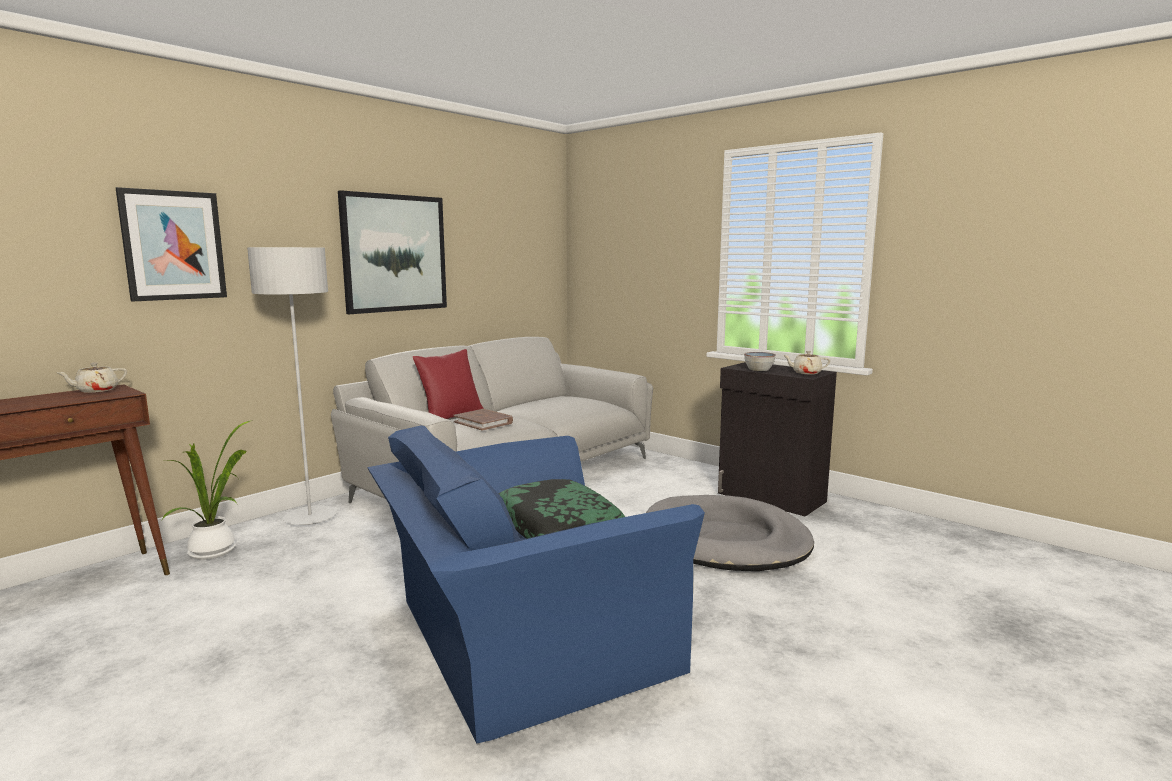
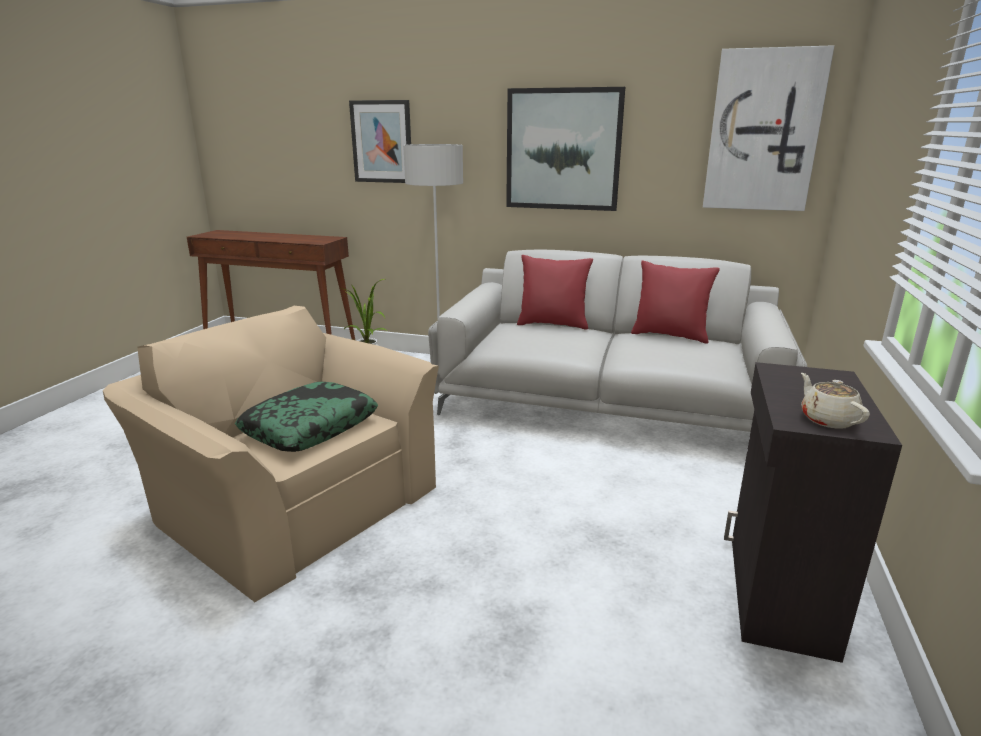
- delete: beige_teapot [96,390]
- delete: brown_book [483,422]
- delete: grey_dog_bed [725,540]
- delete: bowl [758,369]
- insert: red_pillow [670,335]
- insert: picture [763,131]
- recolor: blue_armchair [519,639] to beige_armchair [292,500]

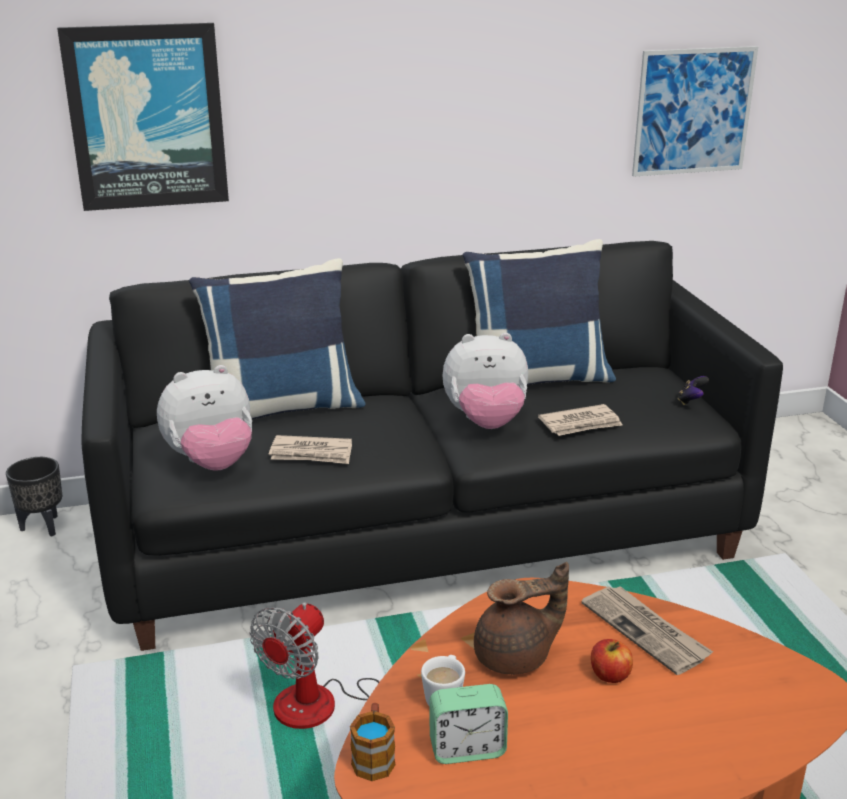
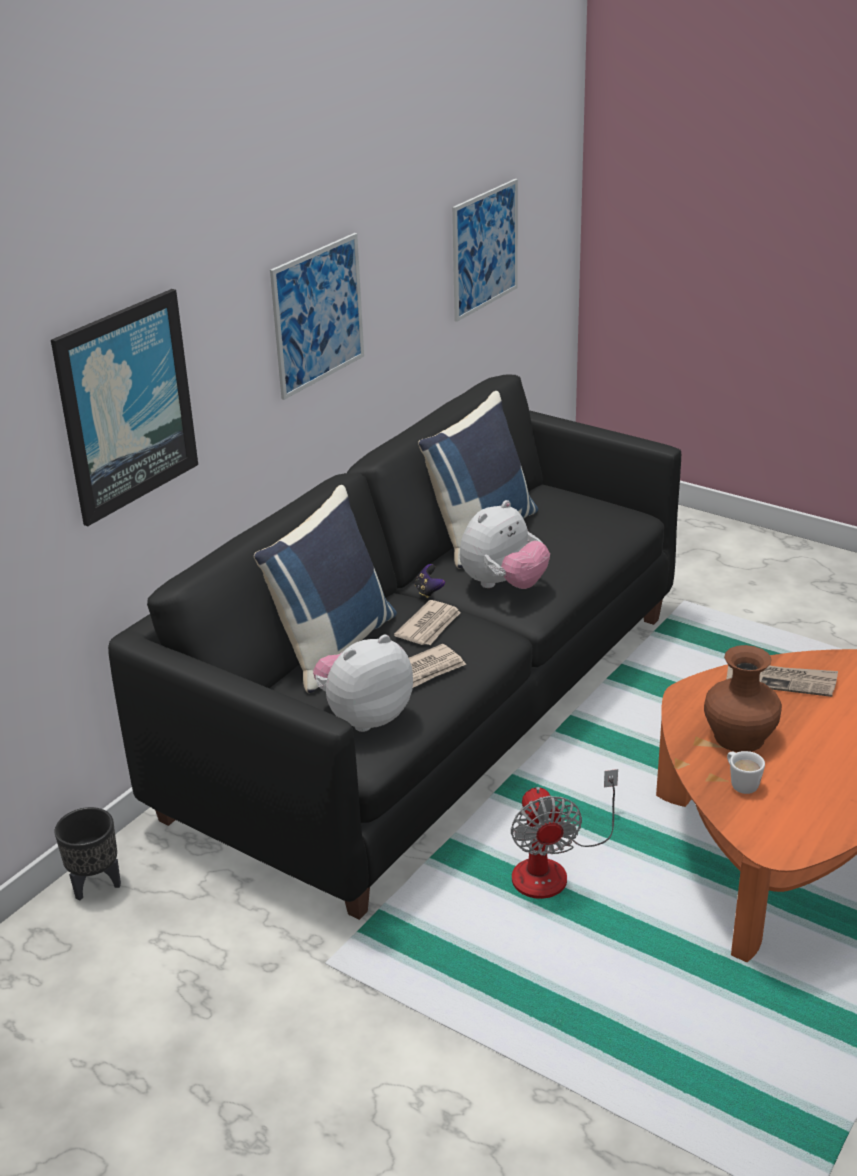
- delete: mug [374,756]
- delete: alarm_clock [467,749]
- delete: apple [609,675]
- insert: picture [318,315]
- move: newspaper [581,424] to [429,626]
- move: game_controller [691,401] to [428,592]
- replace: brown_teapot [516,657] to brown_vase [740,737]
- rotate: plush_toy [212,463] = [364,716] 150 degrees counterclockwise

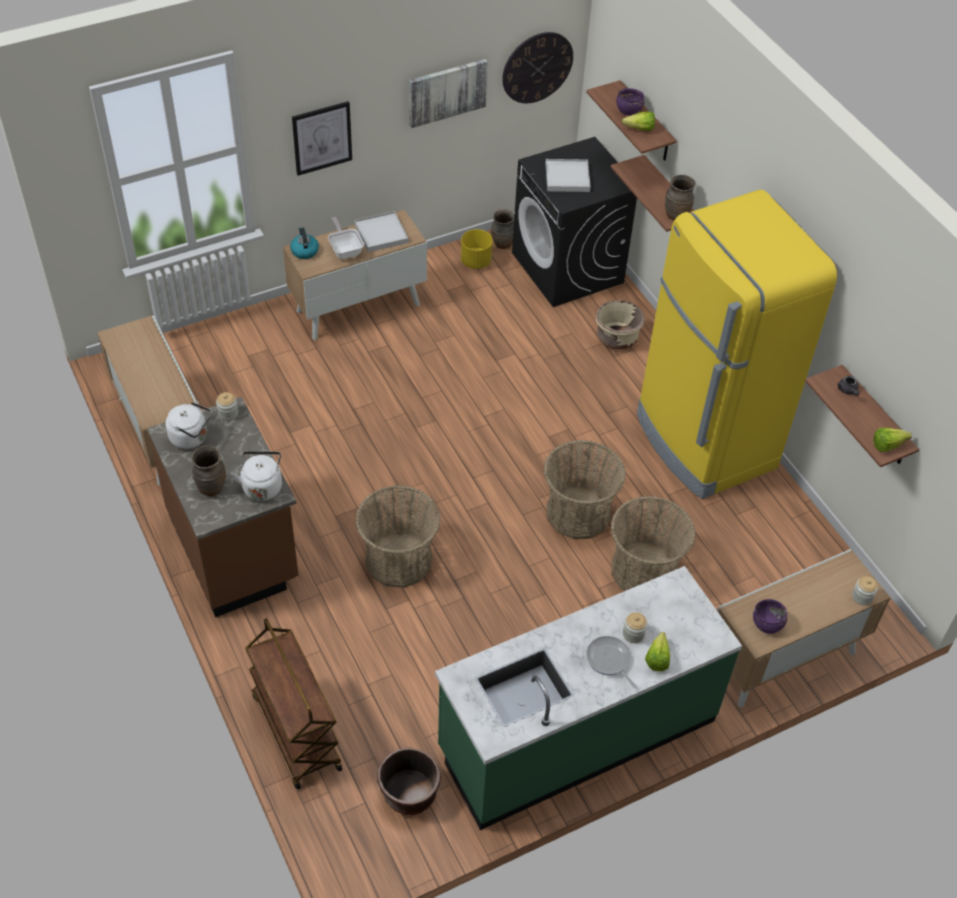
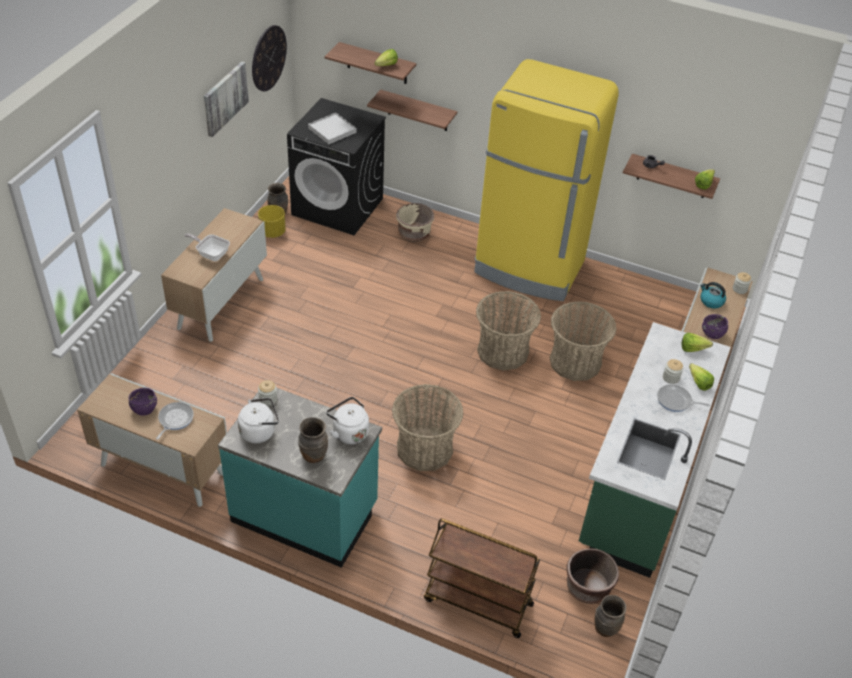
- delete: picture [322,138]
- delete: white_tray [381,234]
- insert: frying_pan [174,419]
- insert: lettuce [695,349]
- move: kettle [304,251] to [711,301]
- move: purple_bowl [629,110] to [144,409]
- move: brown_vase [676,215] to [605,628]
- recolor: brown_counter [235,548] to turquoise_counter [305,512]

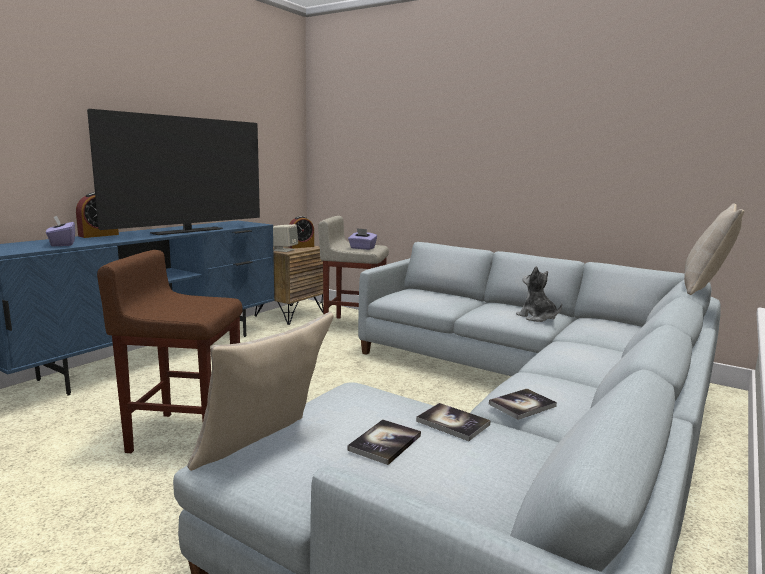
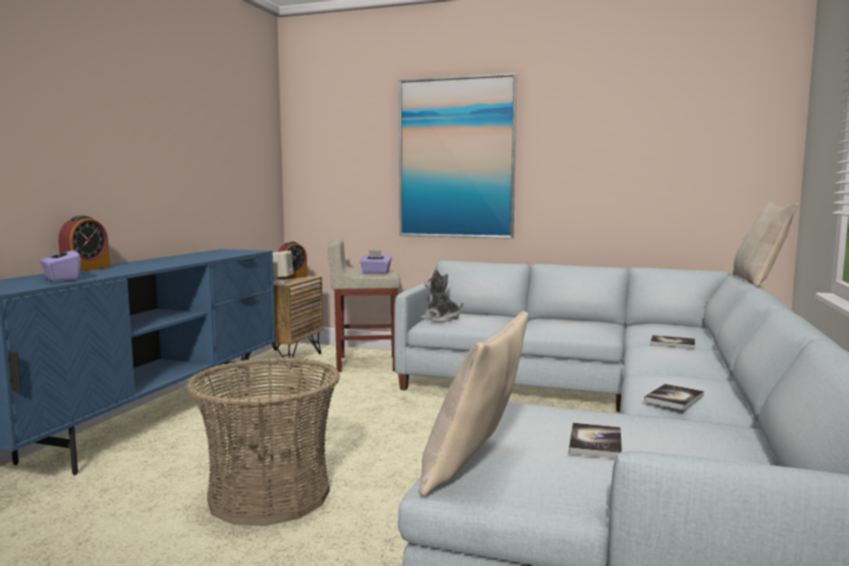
- delete: television [188,231]
- insert: picture [456,158]
- move: book [453,423] to [672,343]
- move: plush_toy [537,317] to [441,319]
- replace: brown_stool [185,435] to basket [269,495]

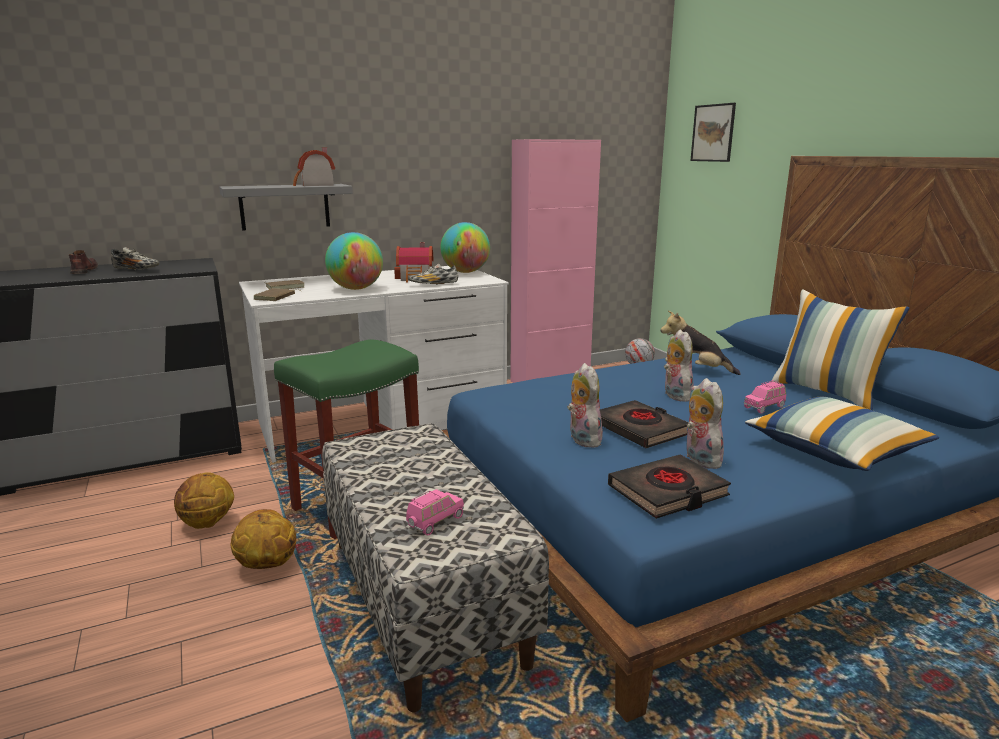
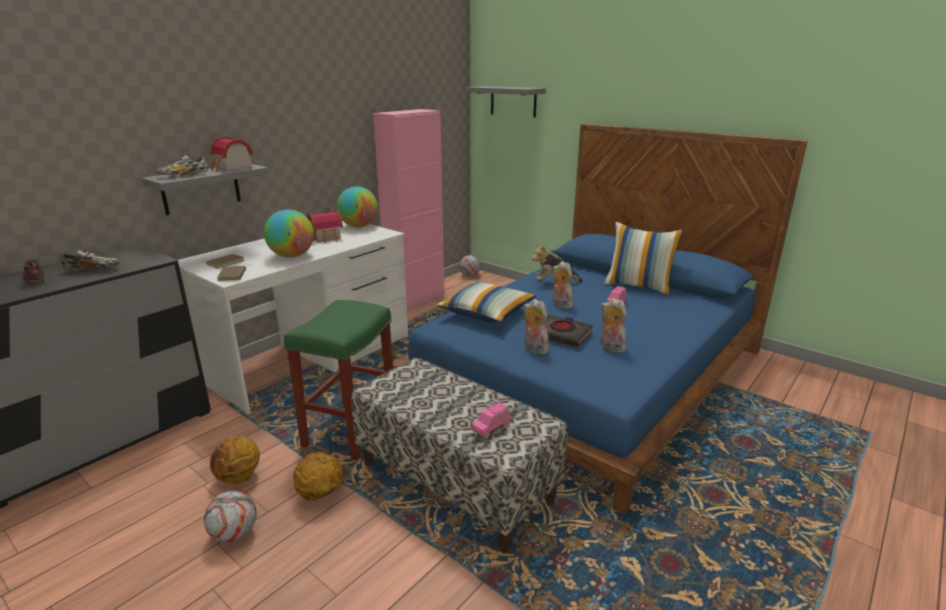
- delete: black_book [668,492]
- insert: football [234,534]
- move: shoe [433,284] to [184,175]
- move: pillow [835,451] to [487,313]
- replace: picture [713,133] to grey_shelf [513,101]
- rotate: pink_toy_car [435,522] = [491,428] 150 degrees counterclockwise

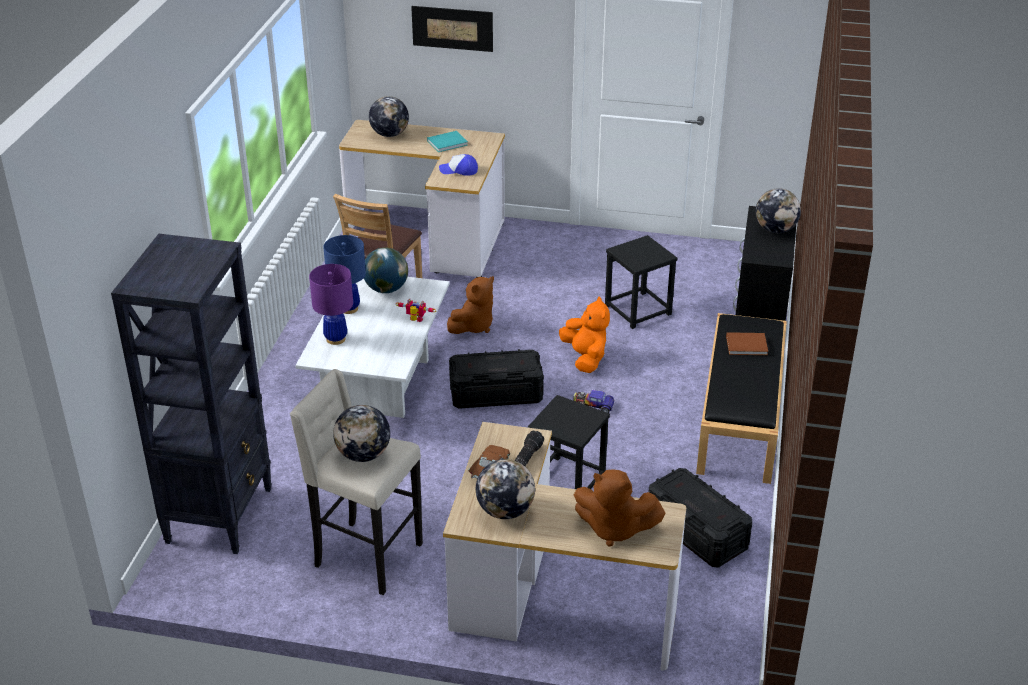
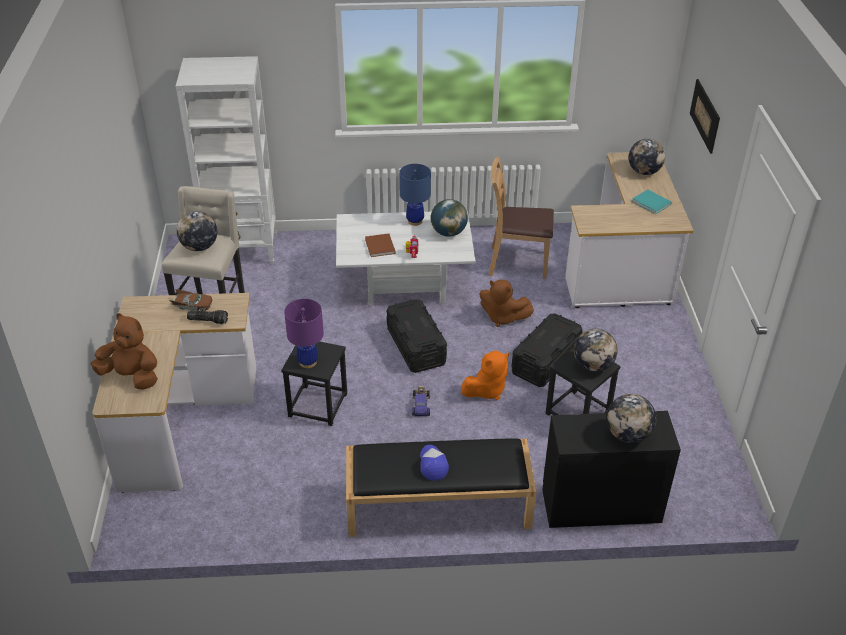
- move: purple_table_lamp [336,339] to [308,362]
- move: cap [459,170] to [432,464]
- move: globe [505,511] to [593,365]
- move: black_storage_box [696,532] to [546,361]
- move: brown_book [748,345] to [380,247]
- recolor: black_bookcase [220,514] to white_bookcase [243,250]
- rotate: brown_plush_toy [614,529] = [131,376] 105 degrees clockwise

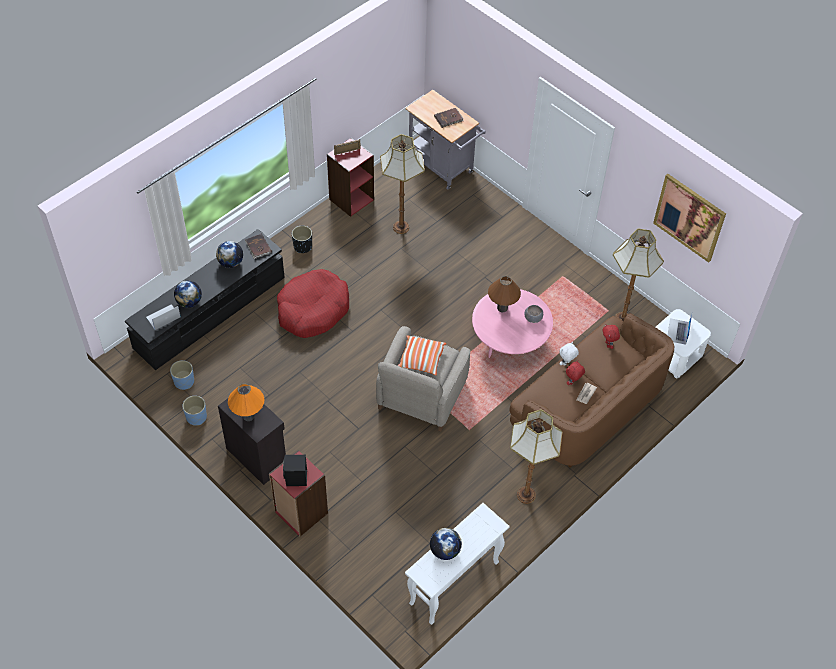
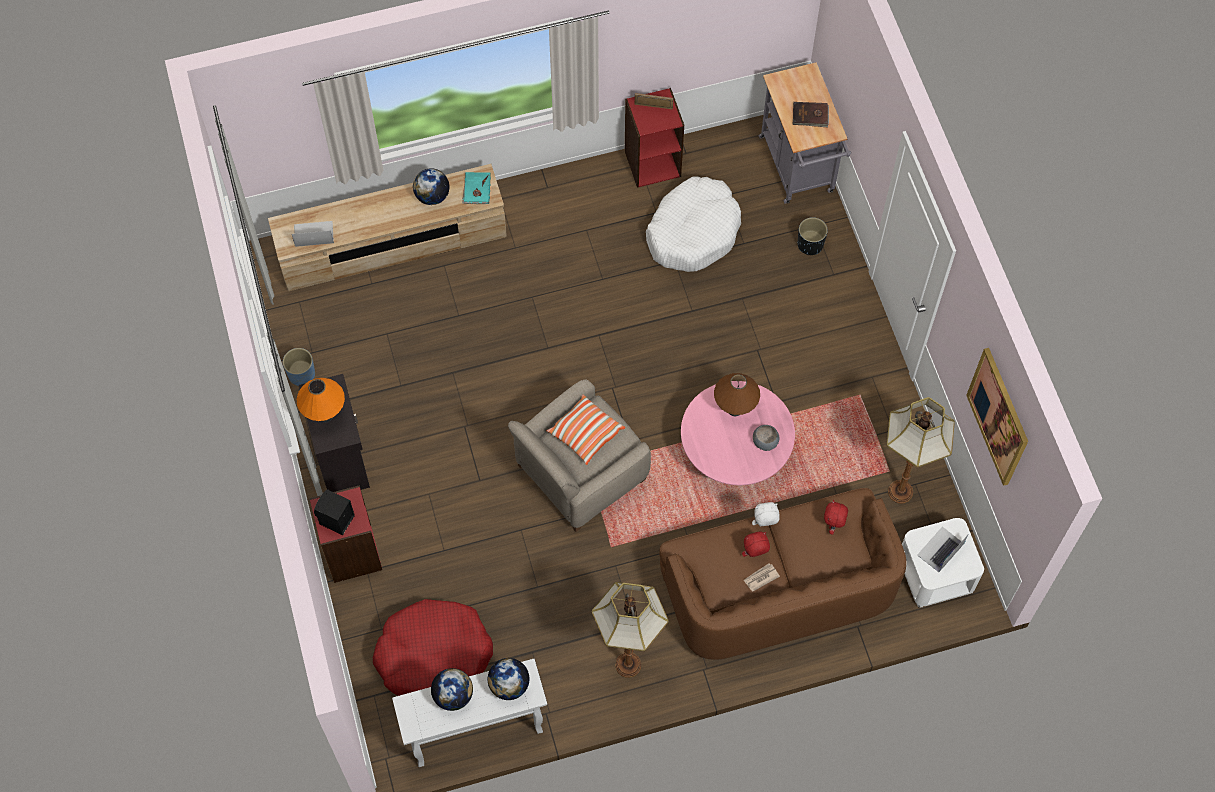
- delete: blue_planter [184,381]
- move: globe [189,302] to [509,685]
- move: red_dog_bed [312,310] to [433,654]
- move: black_planter [303,246] to [810,244]
- replace: floor_lamp [401,227] to white_dog_bed [693,231]
- recolor: black_tv_stand [210,312] to beige_tv_stand [392,244]
- recolor: brown_book [258,247] to turquoise_book [476,189]

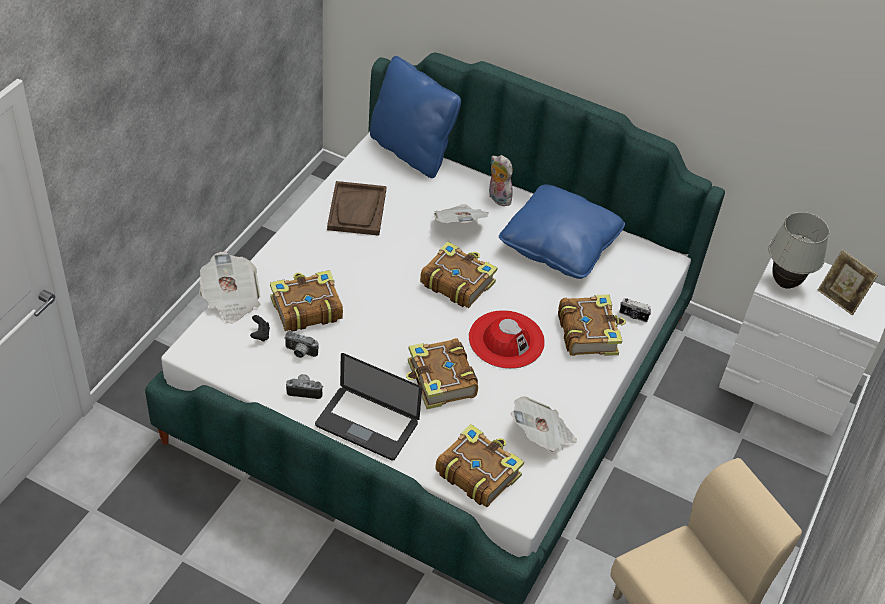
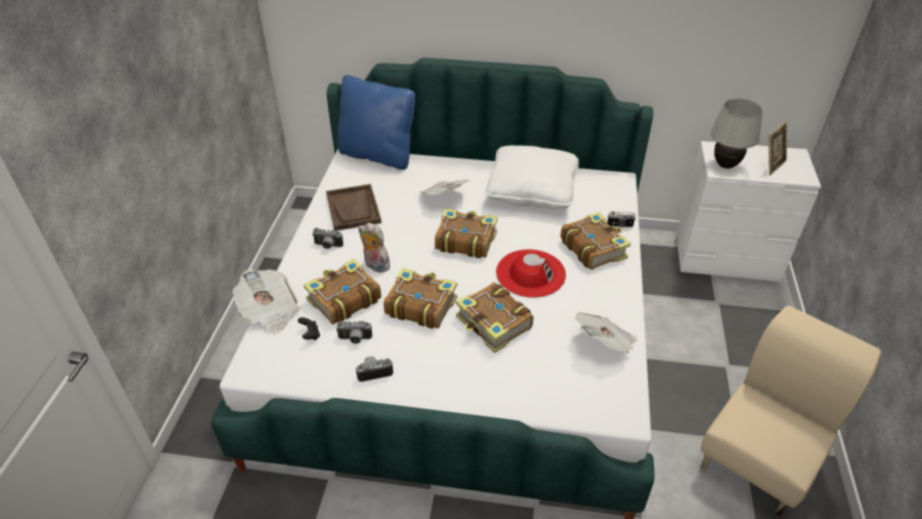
- delete: laptop [367,424]
- insert: photo_camera [327,246]
- move: book [477,472] to [420,305]
- move: plush_toy [497,198] to [375,266]
- recolor: blue_pillow [559,245] to white_pillow [531,190]
- rotate: picture_frame [839,299] = [771,165] 75 degrees counterclockwise

